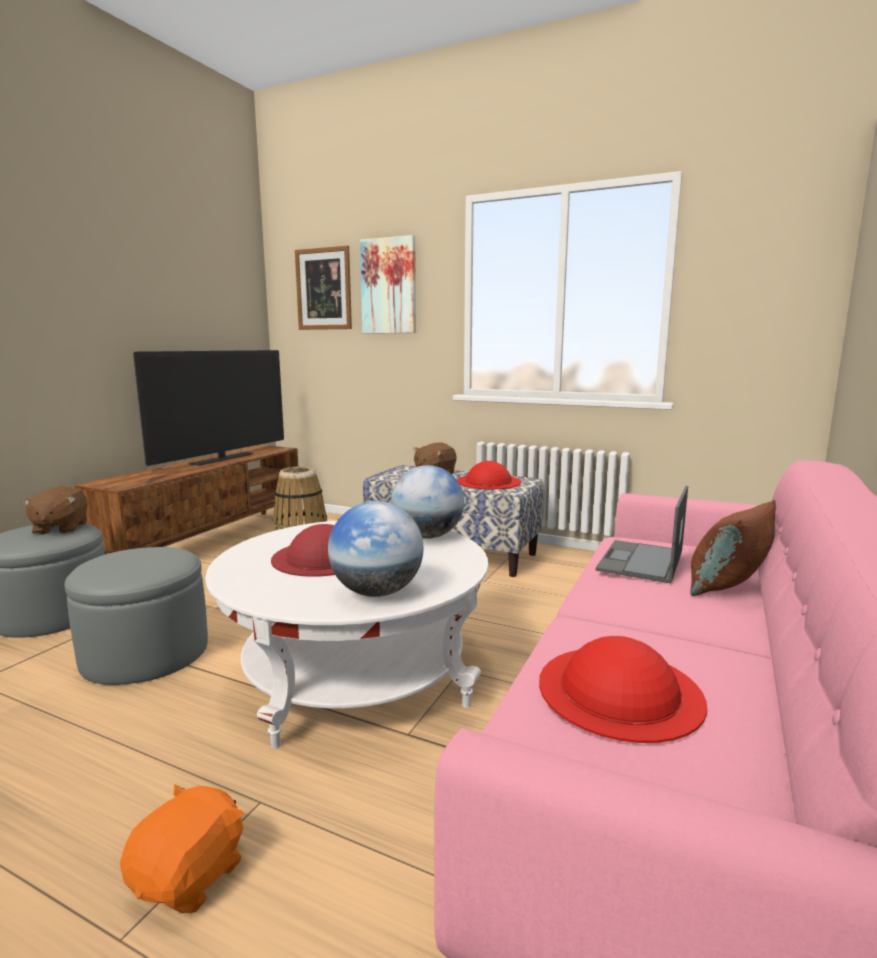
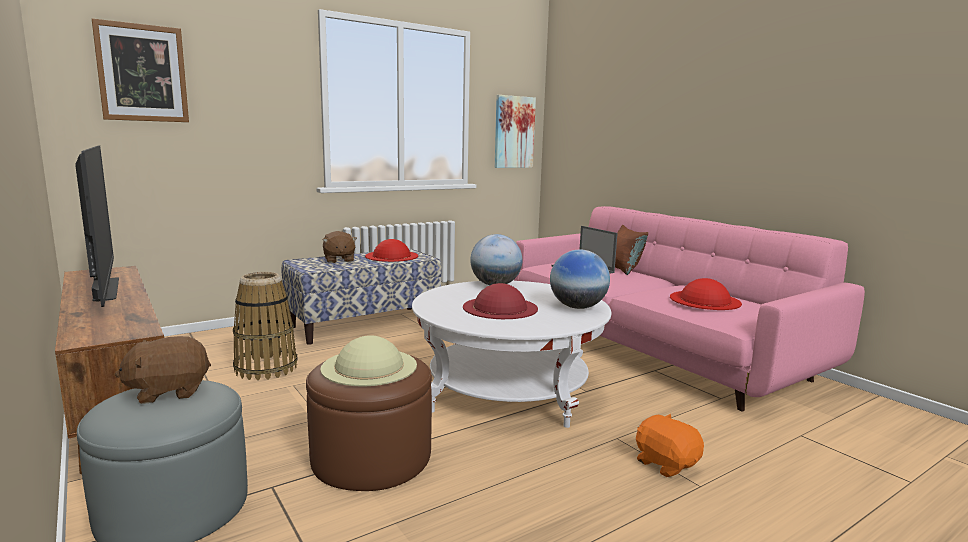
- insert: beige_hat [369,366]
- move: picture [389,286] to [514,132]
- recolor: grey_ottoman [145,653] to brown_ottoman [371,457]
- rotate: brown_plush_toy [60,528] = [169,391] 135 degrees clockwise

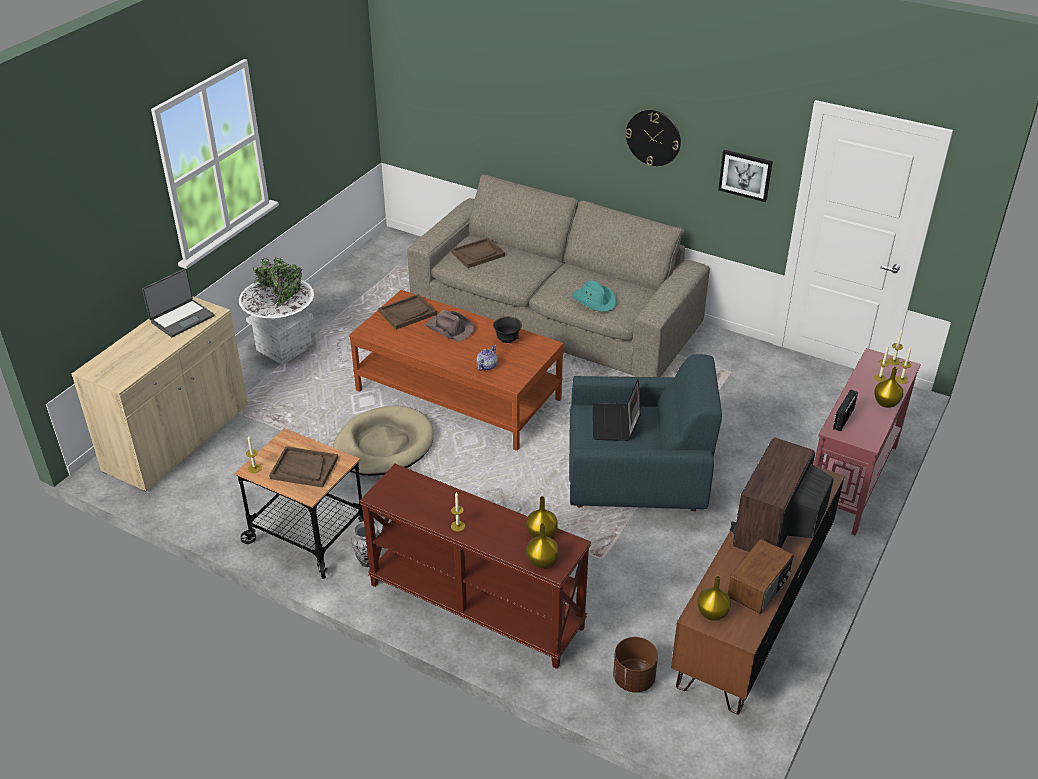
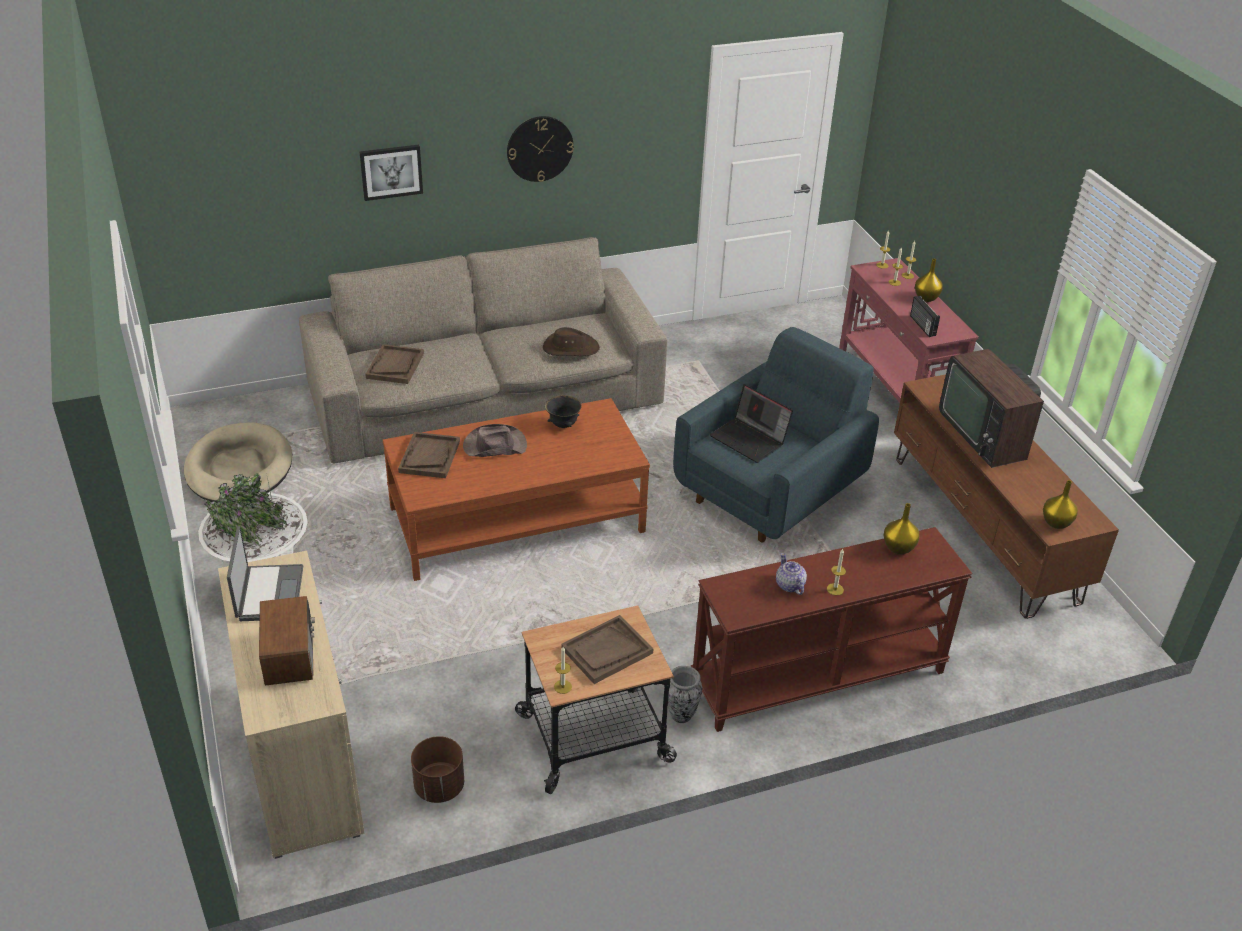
- delete: yellow_vase [541,561]
- move: beige_dog_bed [383,445] to [239,469]
- move: teapot [486,366] to [789,585]
- move: brown_planter [633,679] to [439,787]
- move: picture [745,175] to [391,171]
- move: radio [759,587] to [290,654]
- recolor: turquoise_hat [594,300] to brown_hat [570,348]

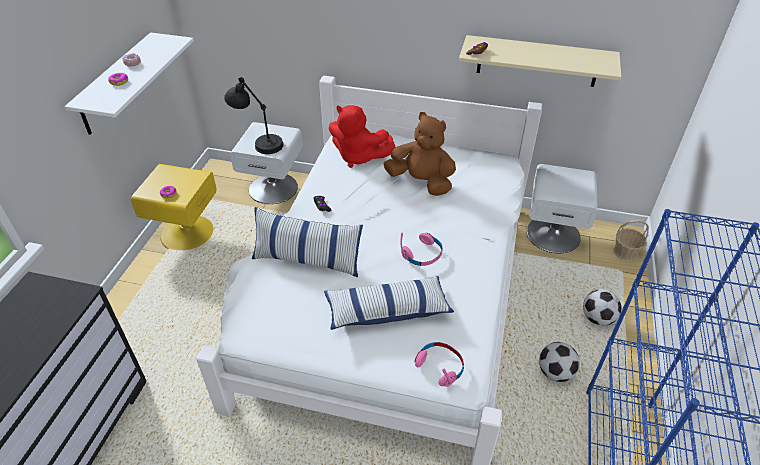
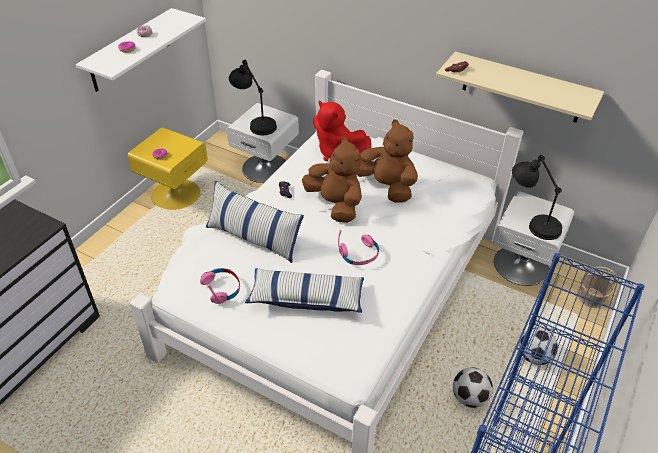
- insert: brown_plush_toy [335,205]
- insert: black_table_lamp [531,222]
- move: pink_headphones [440,366] to [222,288]

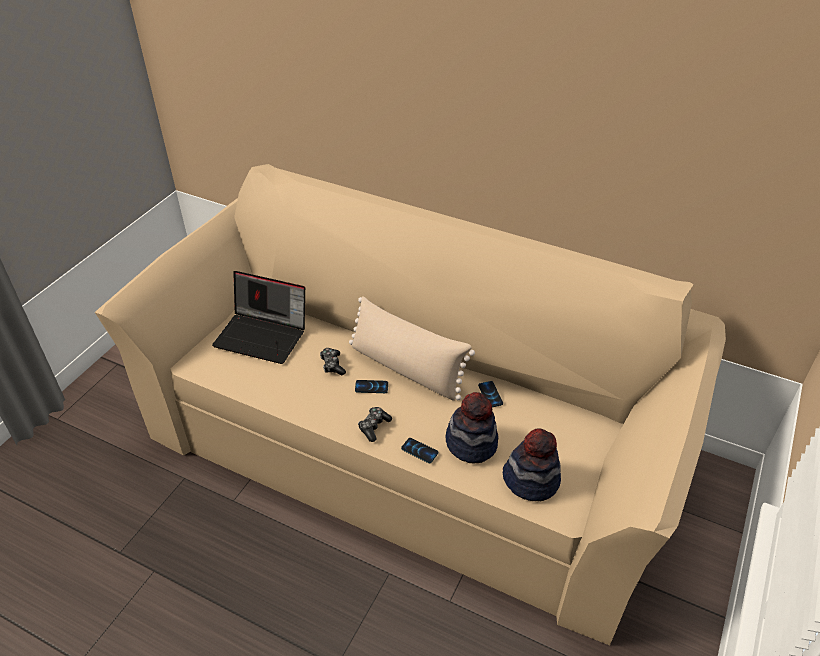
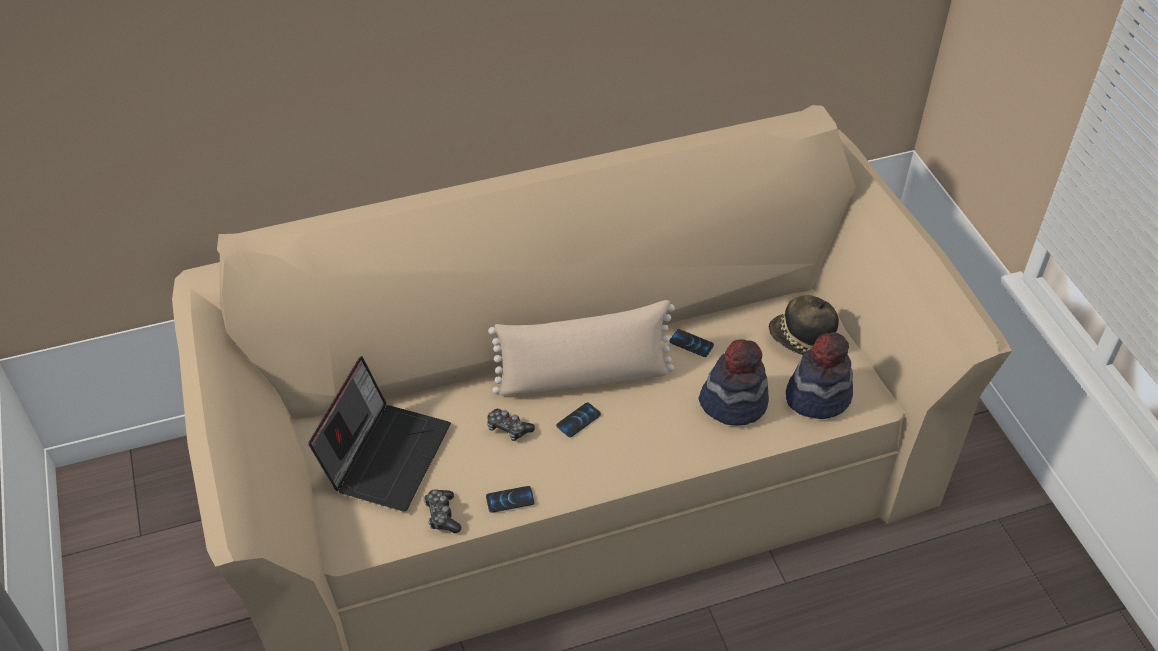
- insert: hat [801,340]
- move: game_controller [374,427] to [442,515]
- move: phone [419,451] to [510,500]
- rotate: laptop [263,335] = [386,454] 45 degrees counterclockwise

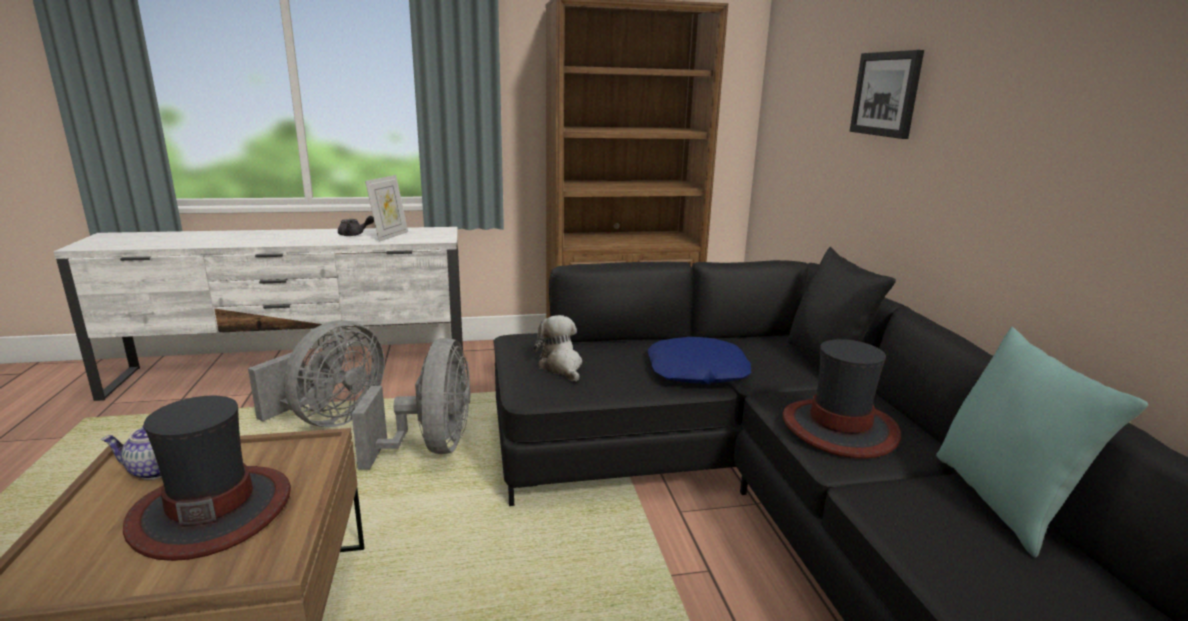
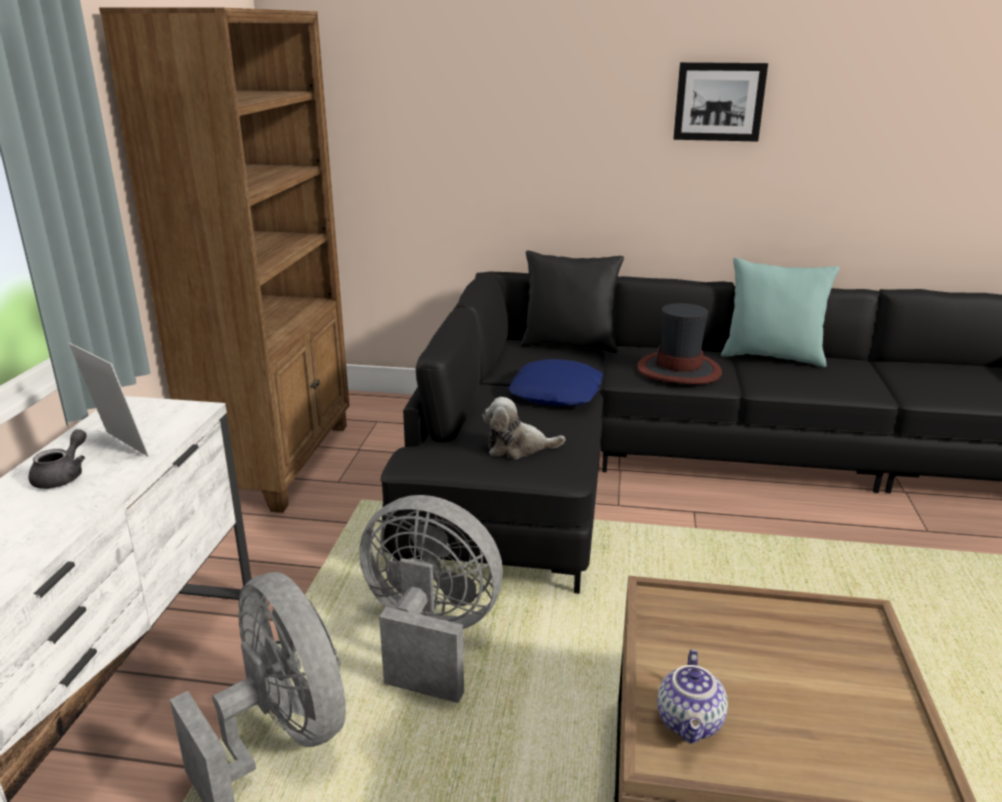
- delete: hat [212,510]
- move: picture [886,94] to [719,101]

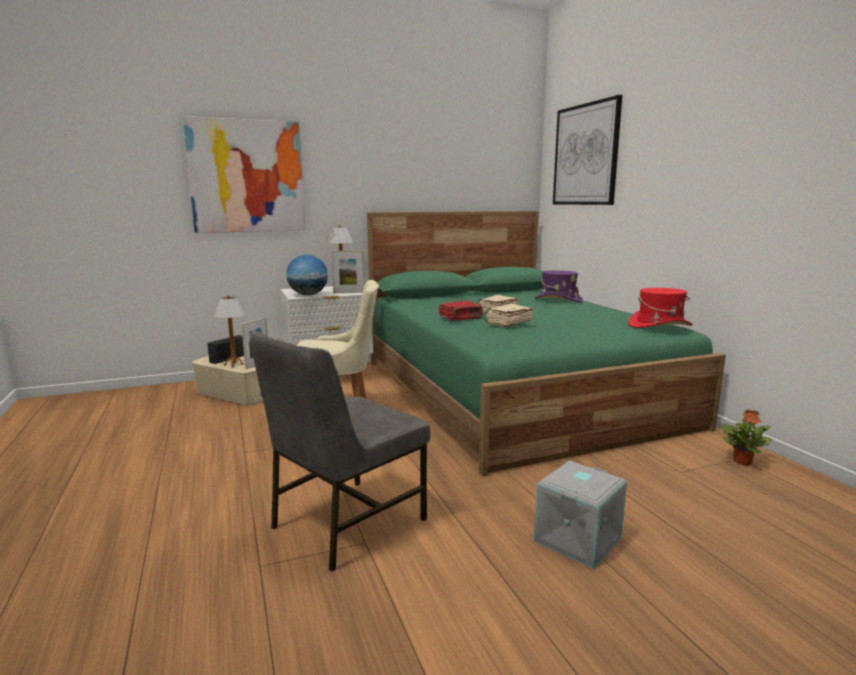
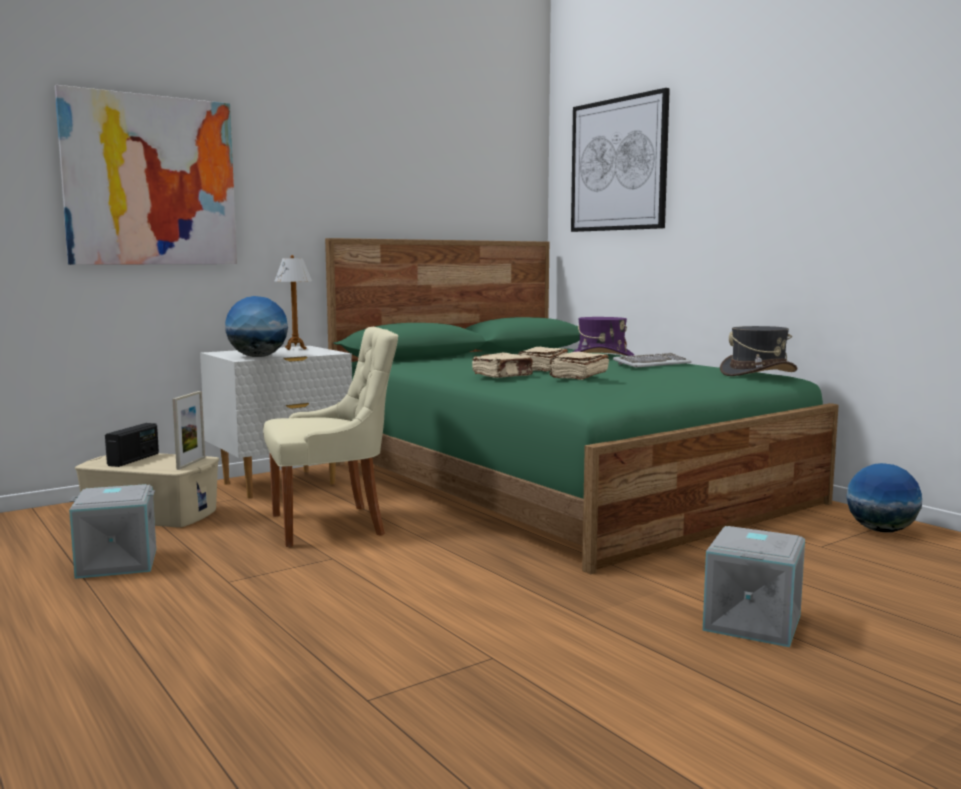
- delete: table_lamp [234,365]
- delete: grey_chair [345,523]
- delete: picture_frame [348,292]
- insert: grey_storage_box [116,563]
- insert: keyboard [651,364]
- replace: potted_plant [742,462] to globe [881,530]
- recolor: red_book [461,318] to beige_book [503,376]
- recolor: red_hat [659,326] to grey_hat [758,373]

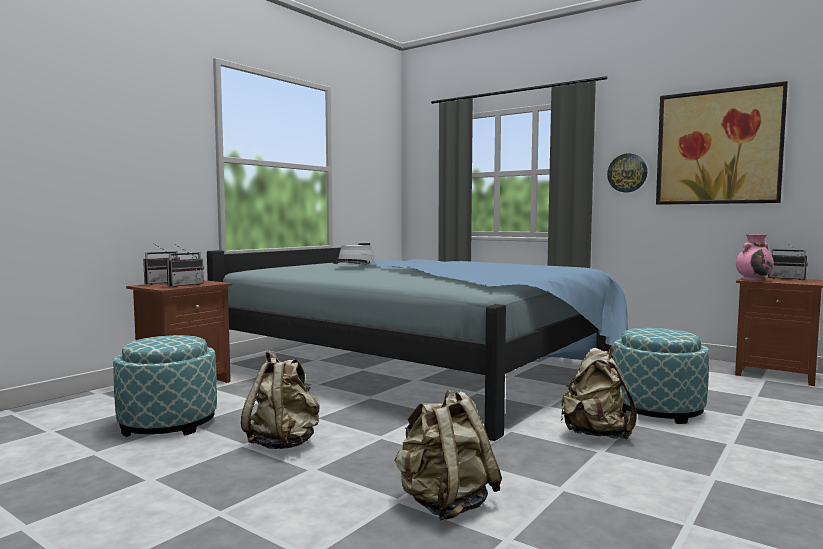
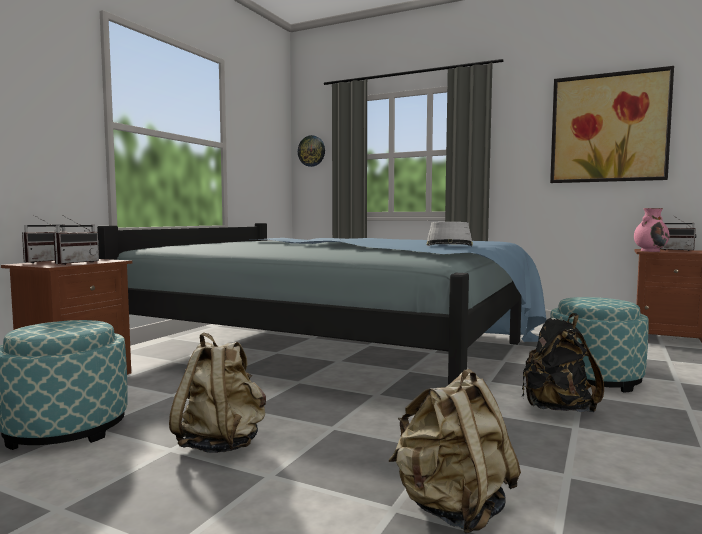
- move: grey_hat [354,263] to [449,246]
- move: wall_clock [627,173] to [311,151]
- recolor: beige_backpack [596,434] to black_backpack [557,409]

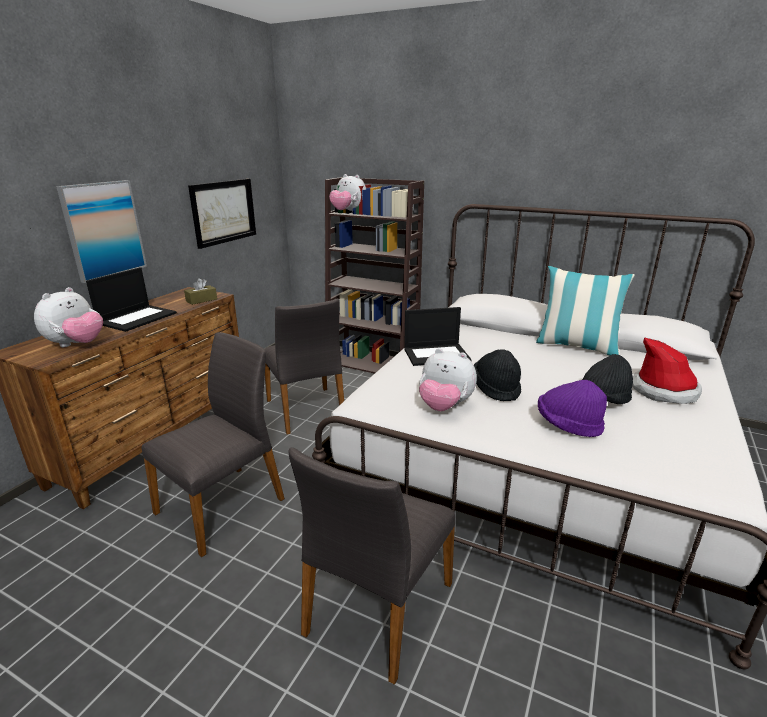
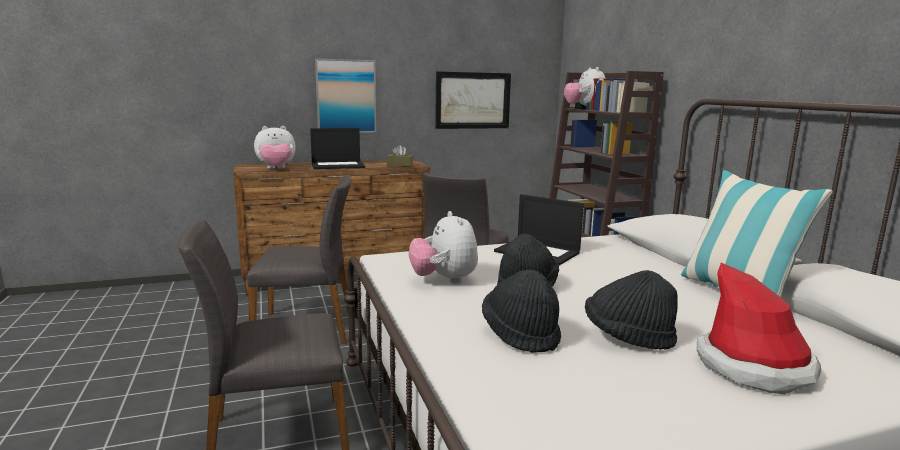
- recolor: purple_hat [568,425] to black_hat [521,334]

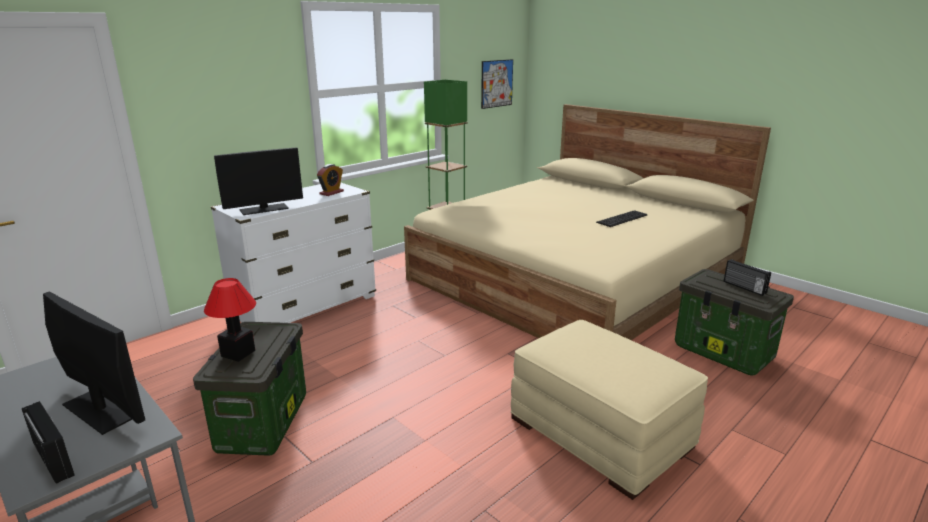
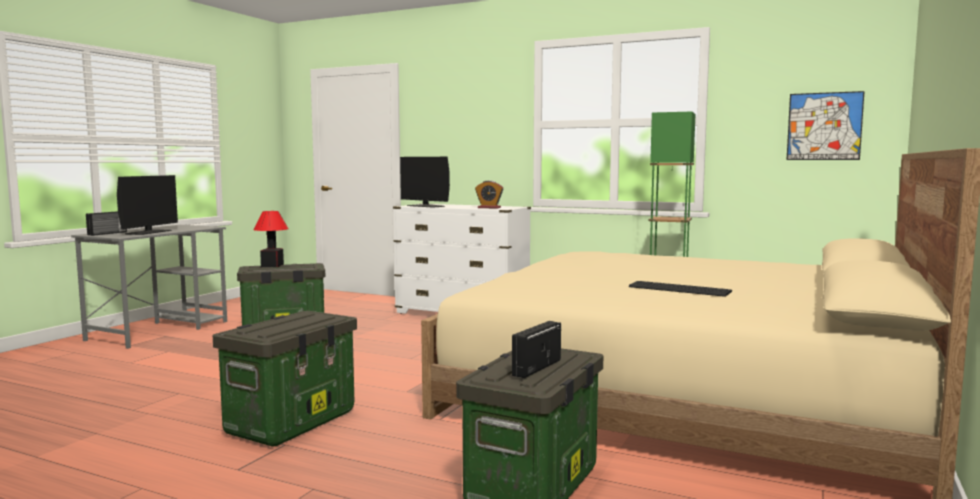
- replace: beige_ottoman [599,432] to storage_box [292,422]

